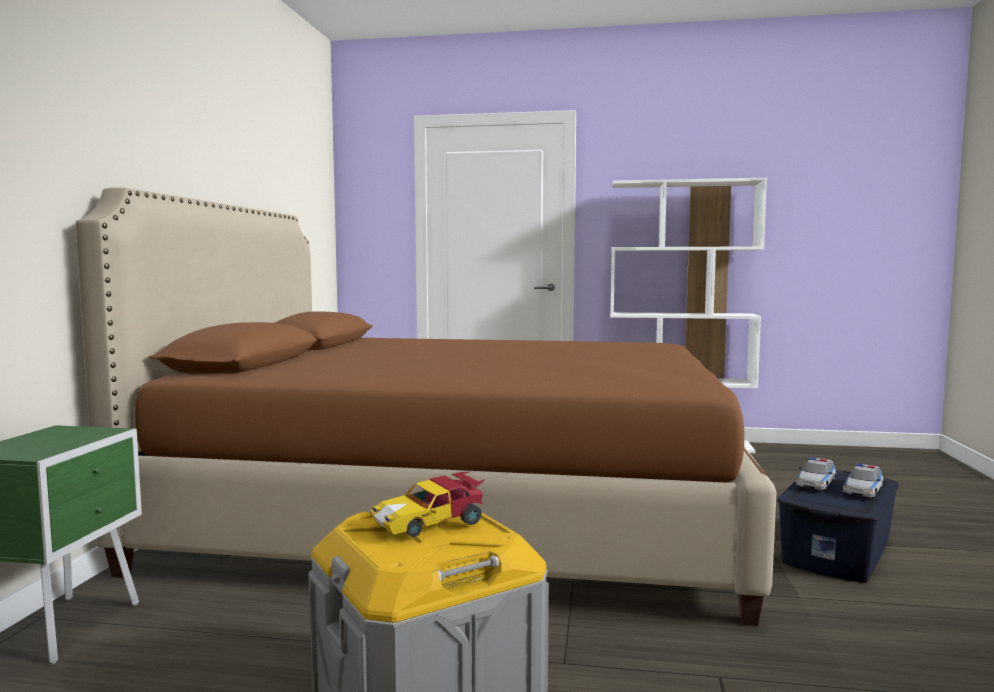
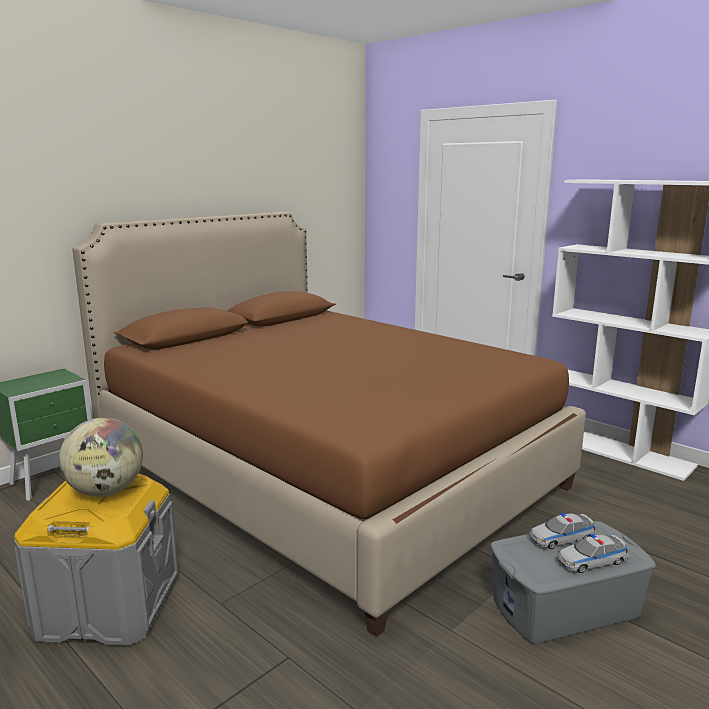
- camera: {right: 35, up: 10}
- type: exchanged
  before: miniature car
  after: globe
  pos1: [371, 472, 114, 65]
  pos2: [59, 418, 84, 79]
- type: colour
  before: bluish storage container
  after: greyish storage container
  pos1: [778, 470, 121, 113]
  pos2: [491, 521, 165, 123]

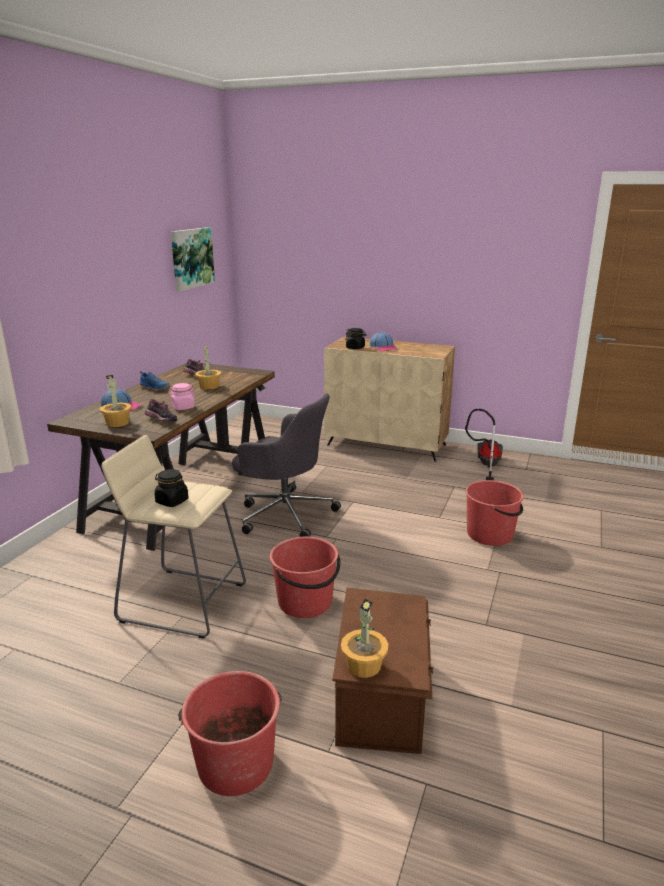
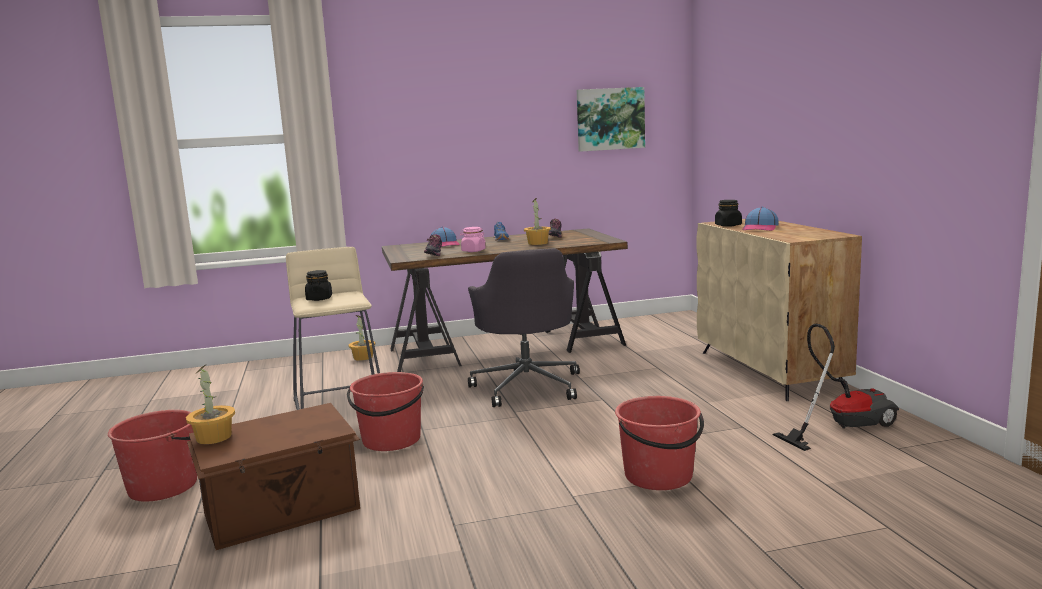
- camera: {right: 55, up: -10}
- type: relocated
  before: houseplant
  pos1: [100, 375, 32, 52]
  pos2: [348, 315, 27, 46]

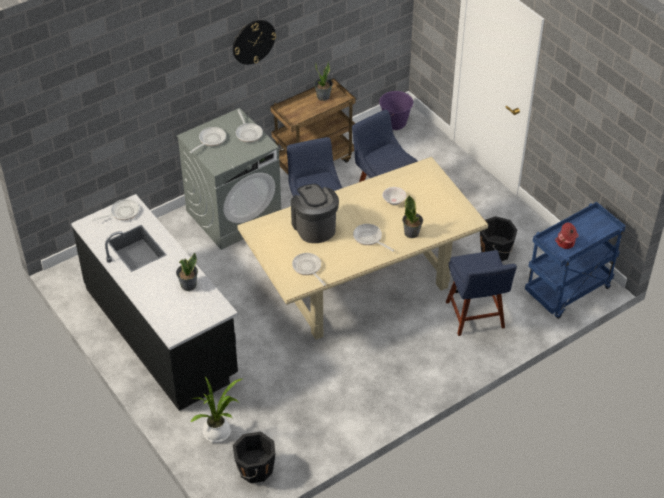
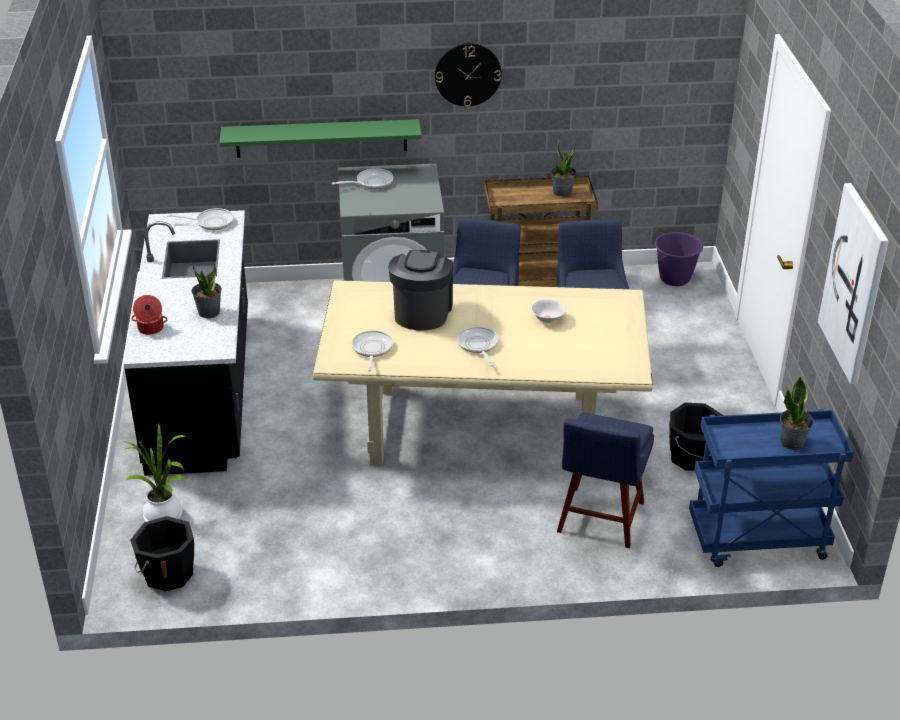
- camera: {right: 30, up: -10}
- type: relocated
  before: cooking pot
  pos1: [555, 223, 23, 26]
  pos2: [131, 295, 37, 40]
- type: appeared
  after: greenish bracket shelf
  pos2: [220, 119, 202, 39]
- type: relocated
  before: houseplant
  pos1: [402, 195, 21, 43]
  pos2: [780, 376, 34, 74]
- type: appeared
  after: picture
  pos2: [818, 183, 71, 201]
- type: missing
  before: frying pan
  pos1: [236, 109, 27, 33]

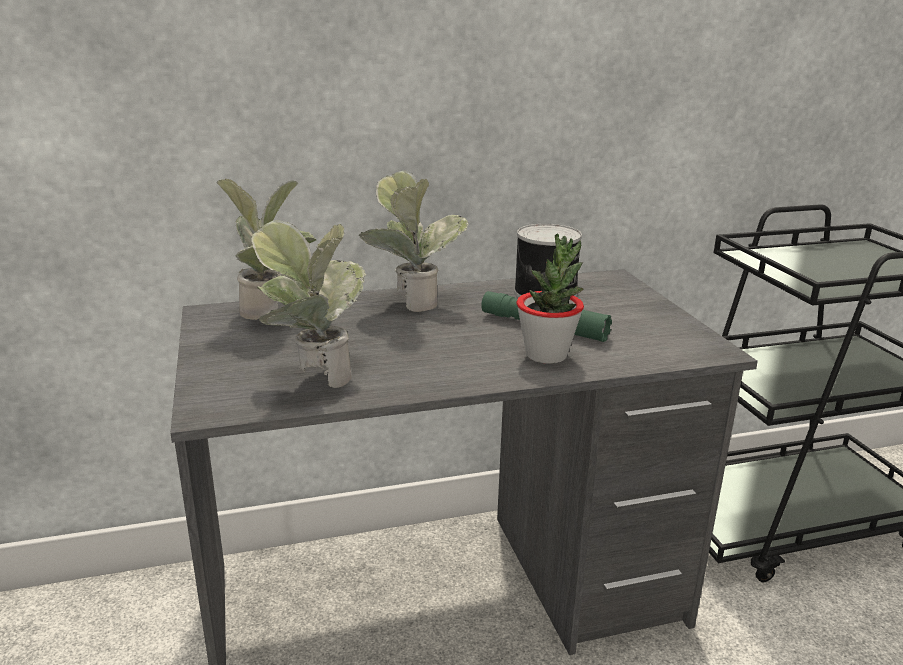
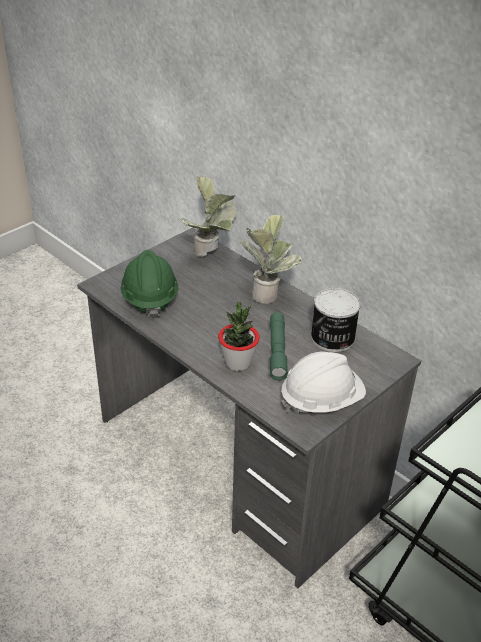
- camera: {right: 60, up: 15}
- type: exchanged
  before: houseplant
  after: greenish hard hat
  pos1: [251, 220, 115, 168]
  pos2: [120, 250, 58, 69]
- type: appeared
  after: white-coloured hard hat
  pos2: [281, 351, 85, 63]

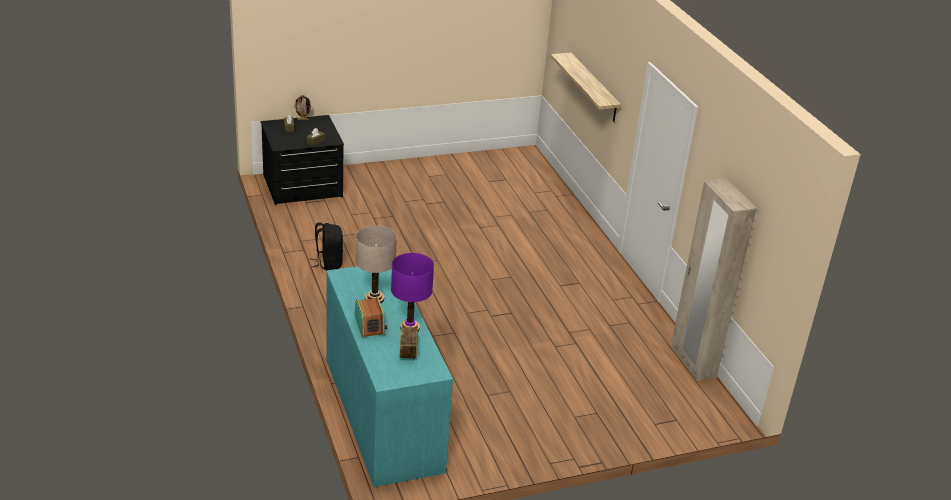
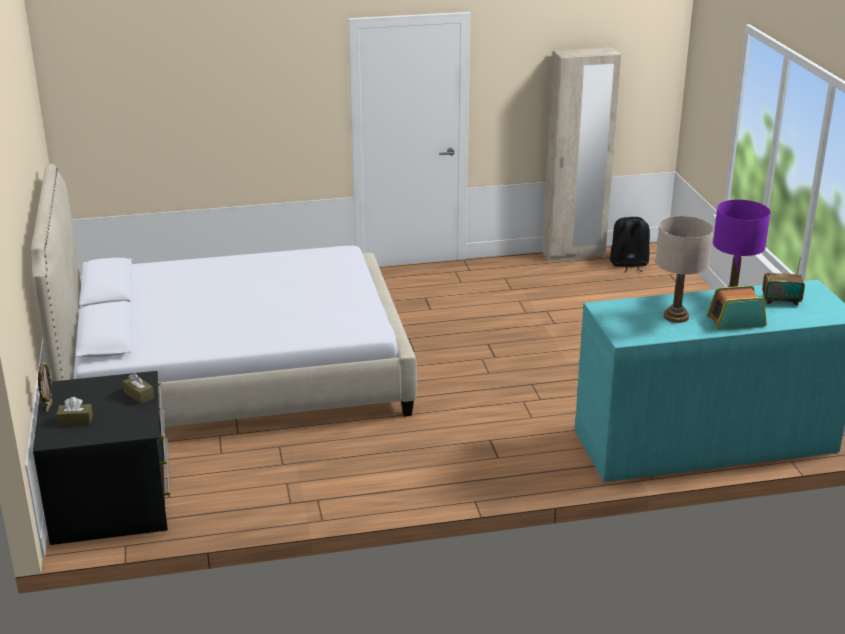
- camera: {right: -80, up: -5}
- type: appeared
  after: sleeping bed
  pos2: [31, 164, 386, 263]
- type: relocated
  before: black backpack
  pos1: [311, 222, 32, 49]
  pos2: [610, 217, 40, 56]
- type: missing
  before: bracket shelf
  pos1: [551, 53, 70, 68]

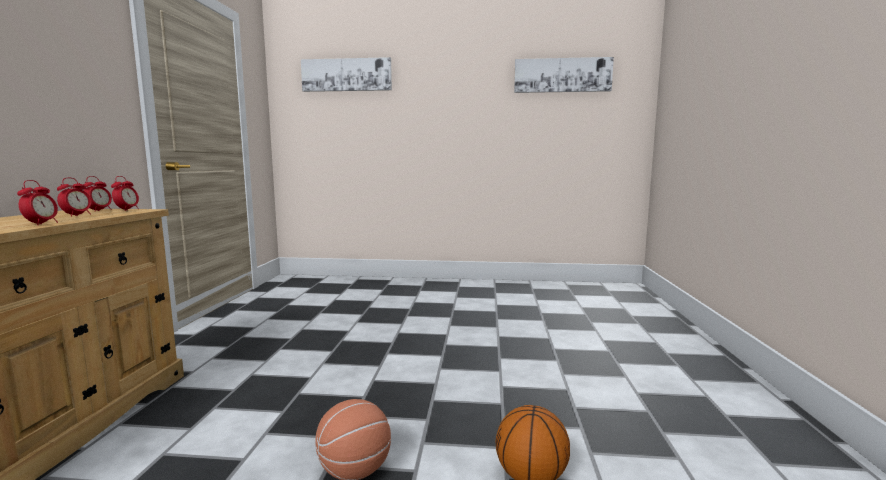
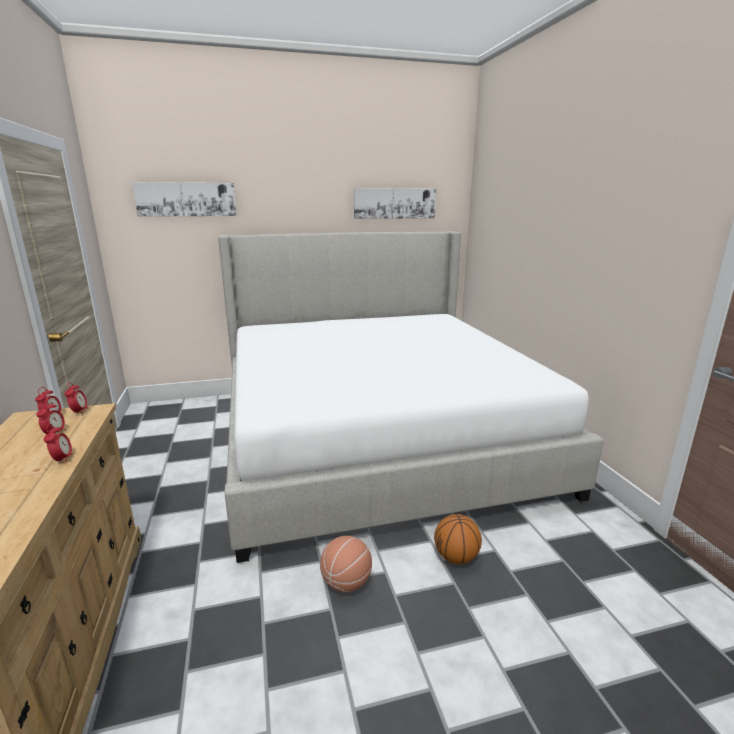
- camera: {right: -20, up: 10}
- type: appeared
  after: sleeping bed
  pos2: [218, 231, 386, 332]

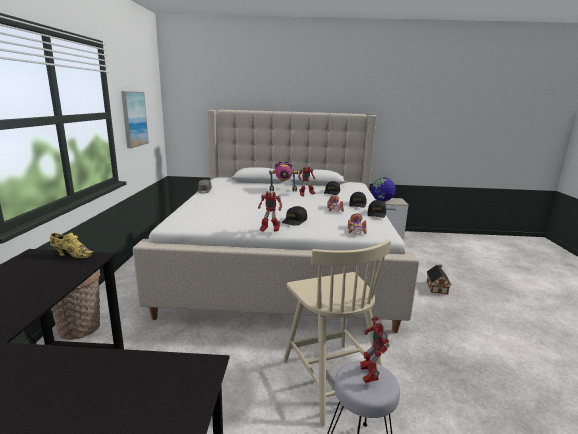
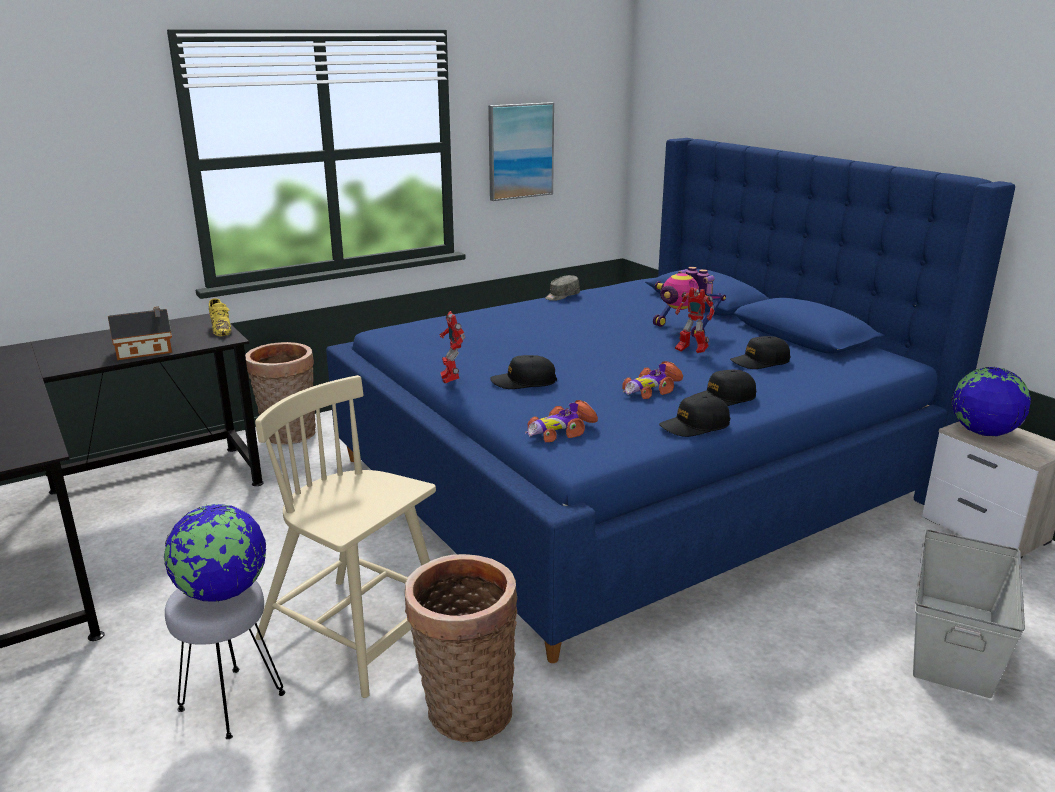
- camera: {right: 55, up: 5}
- type: relocated
  before: model house
  pos1: [427, 264, 24, 30]
  pos2: [108, 306, 64, 54]
- type: exchanged
  before: model robot
  after: globe
  pos1: [360, 316, 30, 67]
  pos2: [164, 504, 102, 98]
- type: spun
  before: beige-coloured upright chair
  pos1: [284, 240, 107, 186]
  pos2: [255, 375, 181, 323]
  turn: 90
- type: colour
  before: beige-coloured sleeping bed
  after: bluish sleeping bed
  pos1: [133, 110, 286, 223]
  pos2: [326, 138, 689, 525]
- type: appeared
  after: storage basket
  pos2: [405, 554, 112, 189]
- type: appeared
  after: greyish storage container
  pos2: [913, 529, 112, 169]

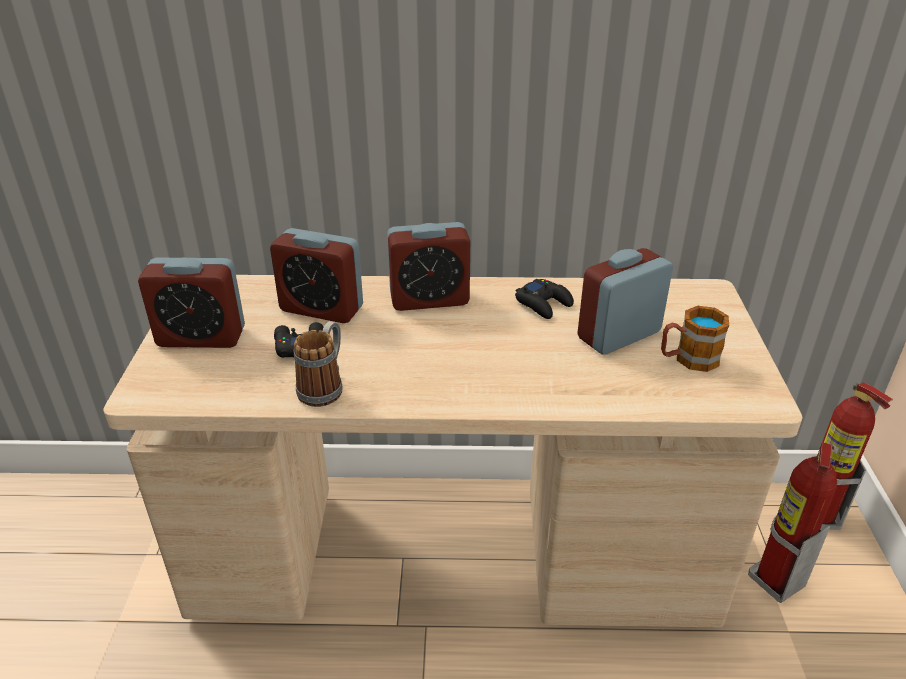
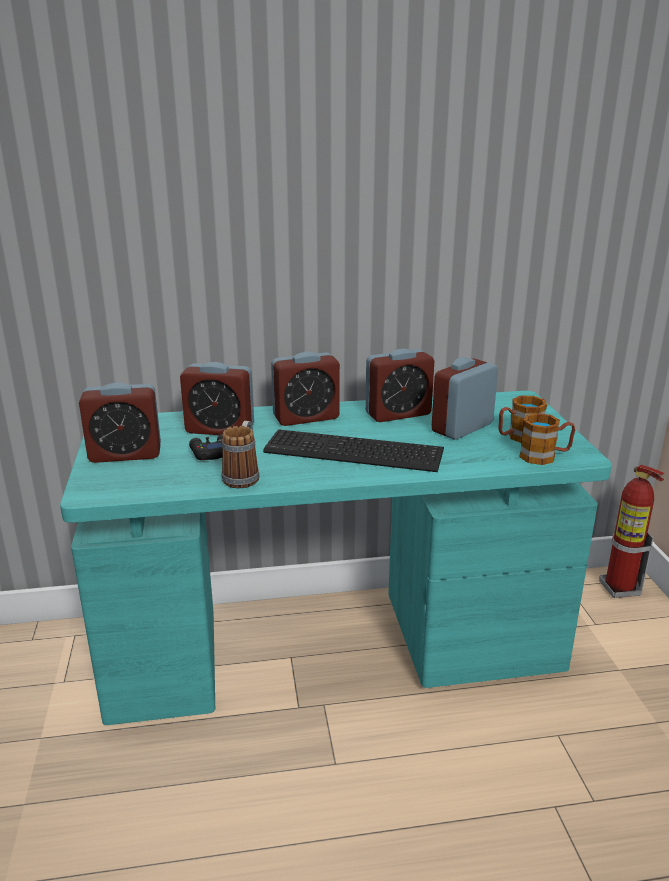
- camera: {right: -10, up: -10}
- type: colour
  before: beige-coloured desk unit
  after: blue-green desk unit
  pos1: [103, 275, 700, 352]
  pos2: [60, 391, 552, 334]
- type: appeared
  after: computer keyboard
  pos2: [263, 430, 181, 42]
- type: exchanged
  before: black gamepad
  after: table clock
  pos1: [515, 279, 59, 40]
  pos2: [365, 349, 69, 73]
- type: appeared
  after: mug
  pos2: [519, 413, 56, 52]
- type: missing
  before: extinguisher
  pos1: [748, 442, 89, 161]

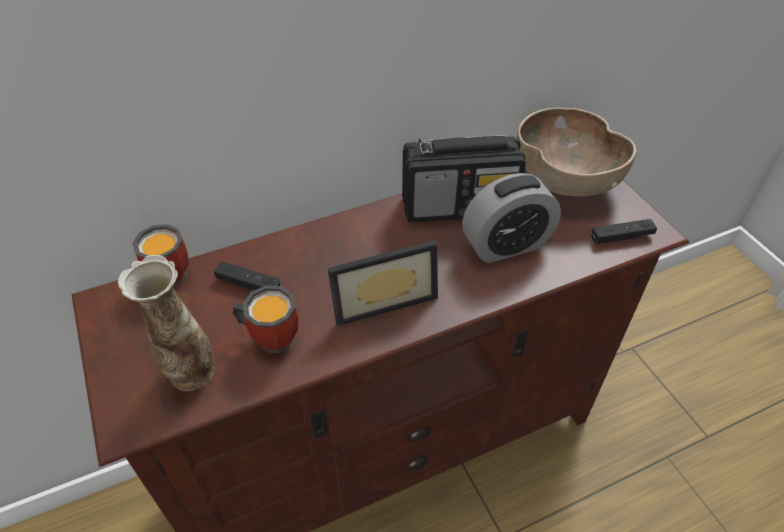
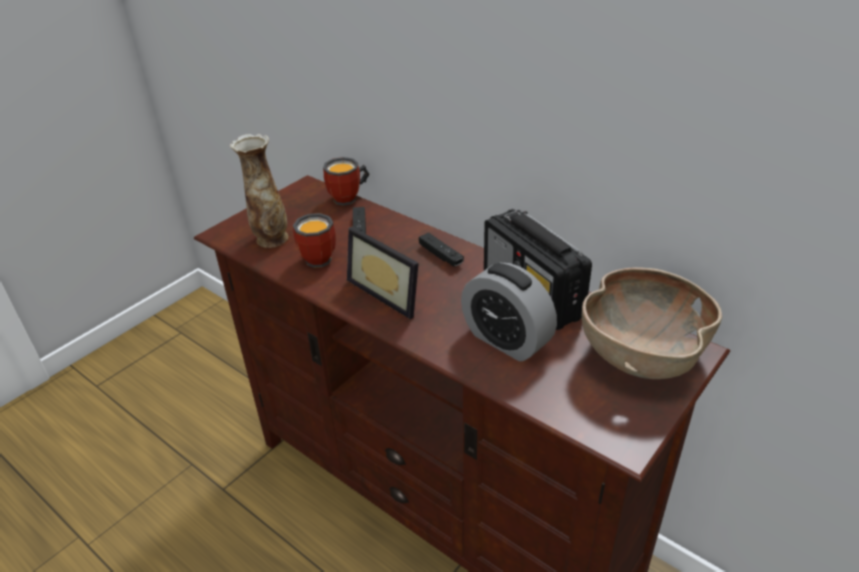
- camera: {right: 65, up: -10}
- type: relocated
  before: black gamepad
  pos1: [591, 219, 66, 25]
  pos2: [419, 232, 45, 35]

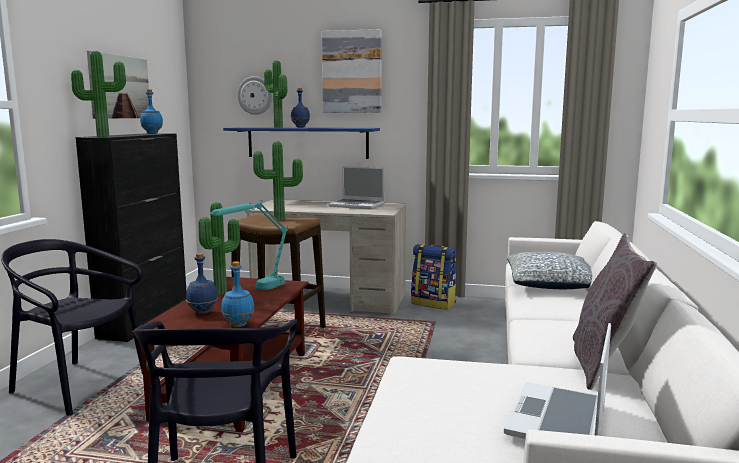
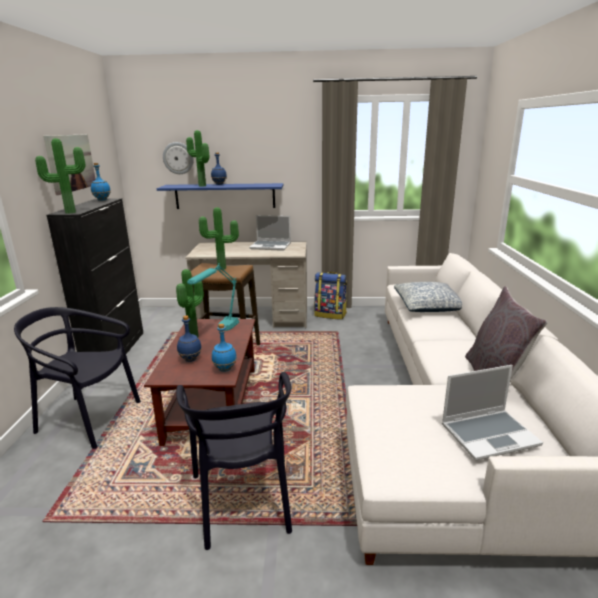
- camera: {right: -10, up: 10}
- type: spun
  before: portable computer
  pos1: [504, 323, 107, 116]
  pos2: [442, 365, 101, 96]
  turn: -120
- type: missing
  before: picture
  pos1: [322, 29, 60, 84]

